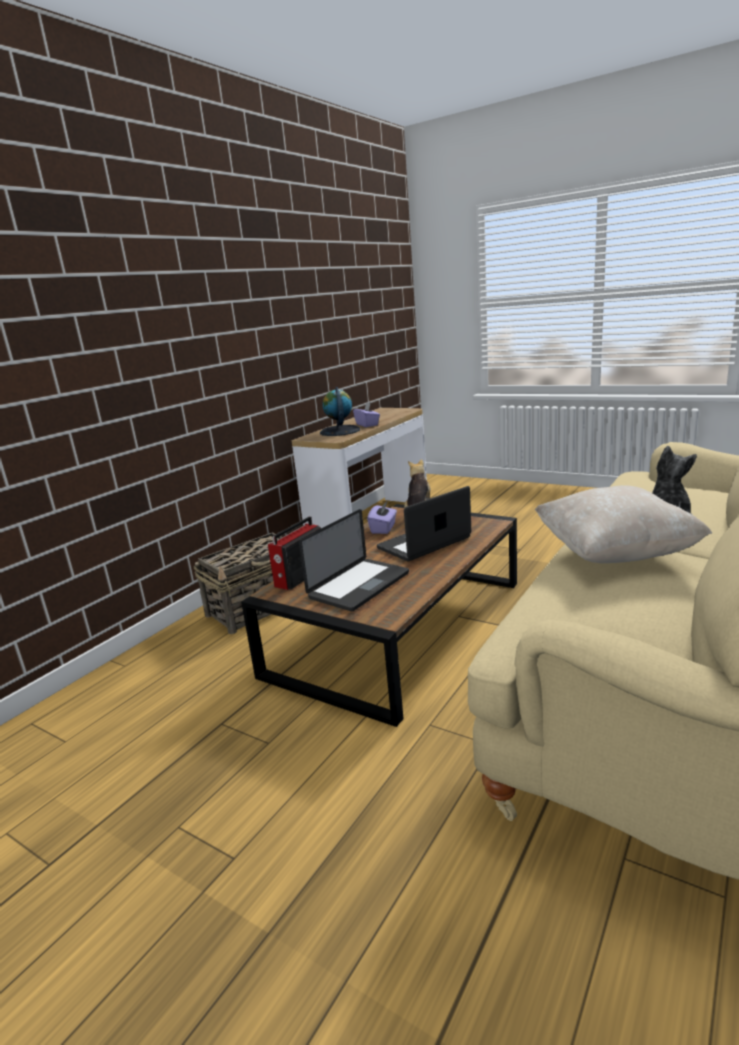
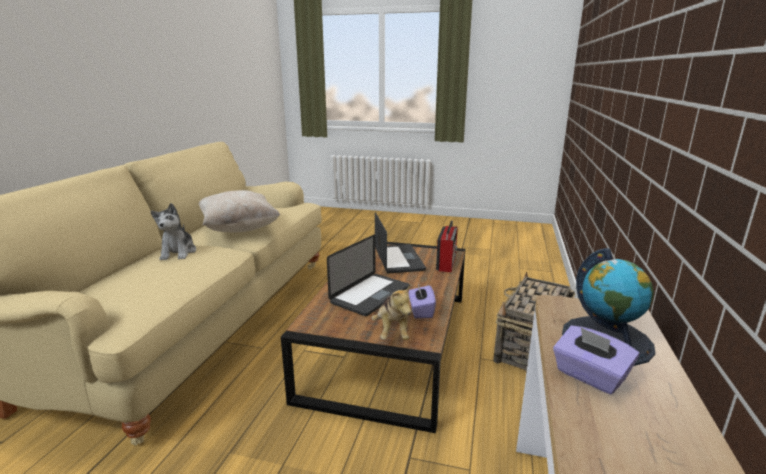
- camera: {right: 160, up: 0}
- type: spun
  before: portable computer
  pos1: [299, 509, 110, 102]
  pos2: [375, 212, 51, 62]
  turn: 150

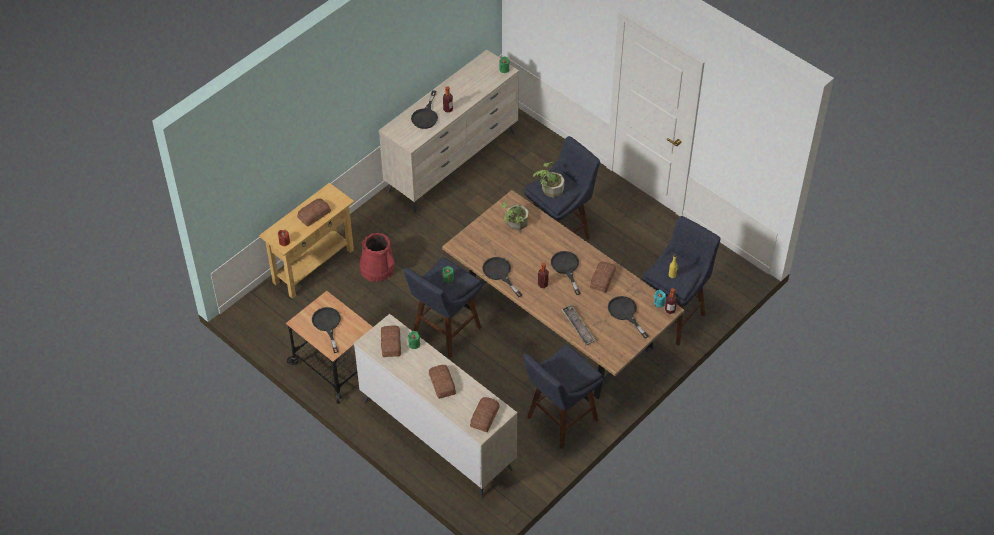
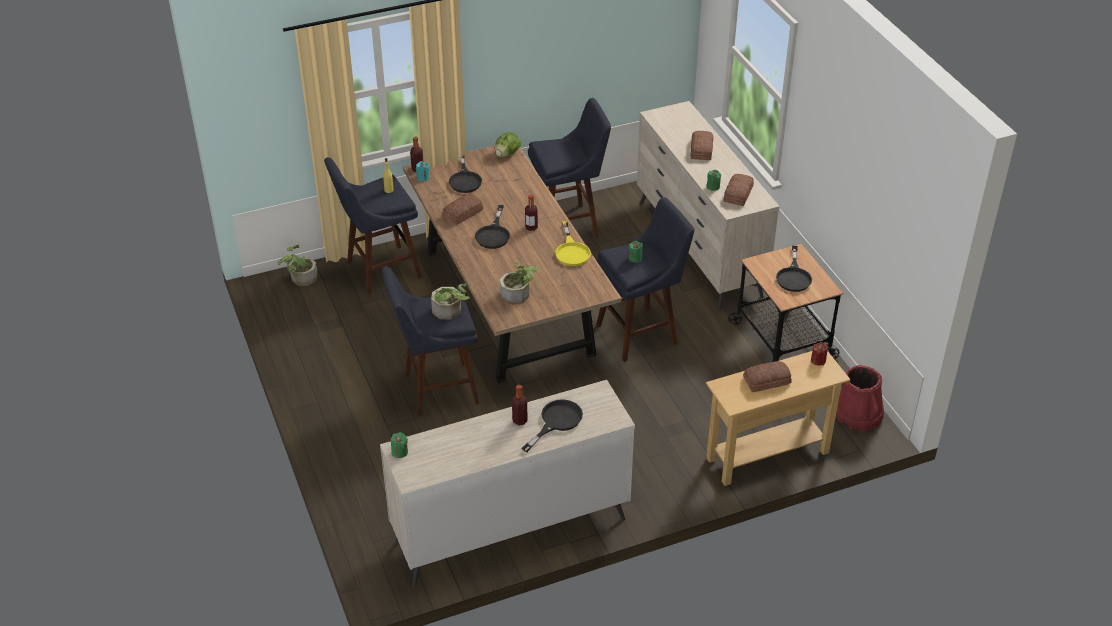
- camera: {right: -155, up: -10}
- type: appeared
  after: houseplant
  pos2: [277, 245, 41, 41]
- type: appeared
  after: head of lettuce
  pos2: [495, 132, 26, 25]
- type: colour
  before: black frying pan
  after: yellowish frying pan
  pos1: [482, 257, 40, 40]
  pos2: [555, 221, 36, 45]
- type: relocated
  before: red water bucket
  pos1: [359, 233, 36, 49]
  pos2: [836, 365, 48, 67]
- type: missing
  before: baked bread
  pos1: [470, 397, 30, 35]
- type: missing
  before: serving tray
  pos1: [561, 305, 35, 40]

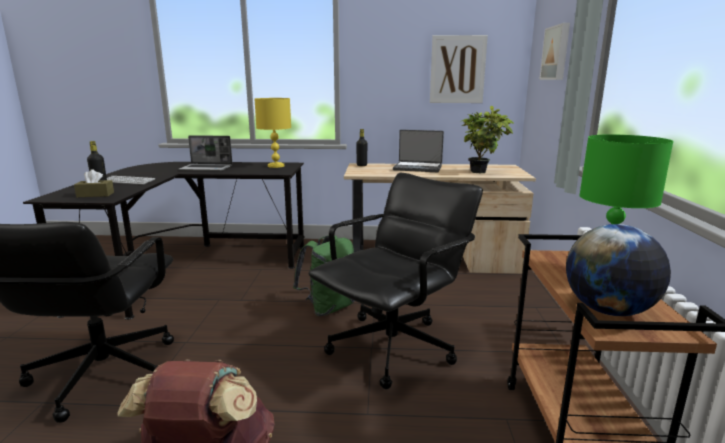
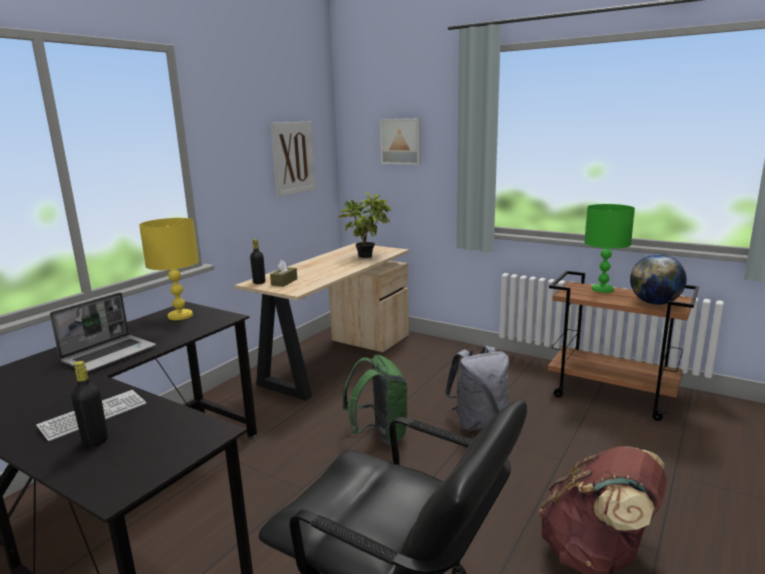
- camera: {right: -60, up: 0}
- type: relocated
  before: brown tissue box
  pos1: [74, 169, 40, 28]
  pos2: [270, 260, 27, 27]
- type: exchanged
  before: black office chair
  after: greyish backpack
  pos1: [308, 173, 175, 216]
  pos2: [445, 346, 64, 85]
- type: missing
  before: portable computer
  pos1: [393, 130, 51, 42]

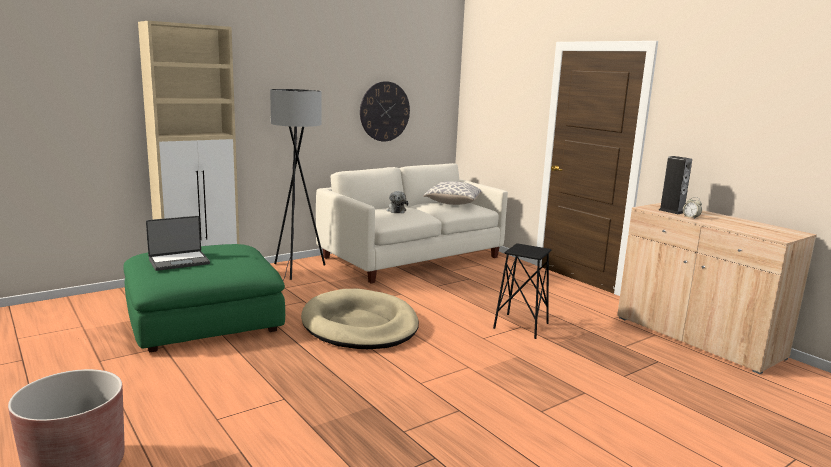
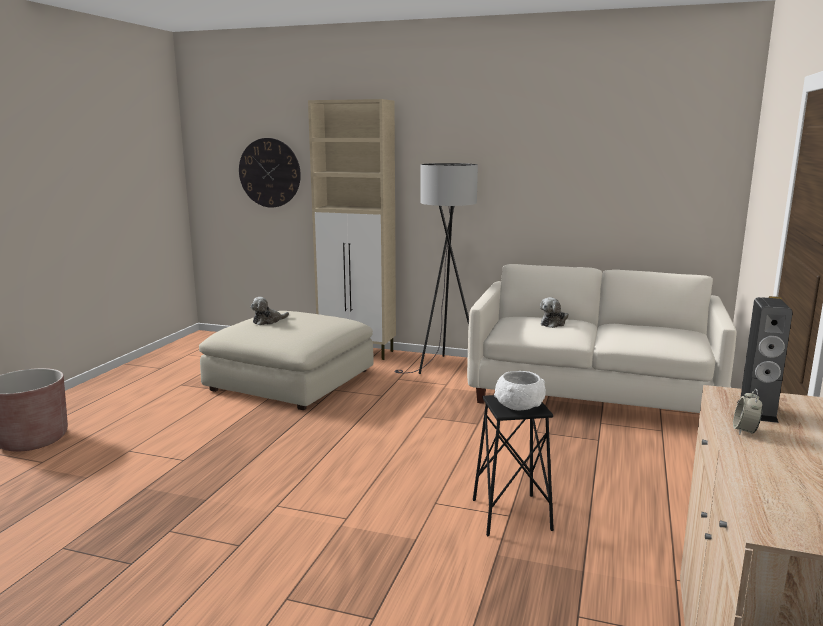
- camera: {right: 55, up: 0}
- type: colour
  before: greenish pouffe
  after: beige-coloured pouffe
  pos1: [123, 244, 162, 109]
  pos2: [199, 311, 175, 99]
- type: relocated
  before: clock on the wall
  pos1: [360, 81, 50, 61]
  pos2: [239, 138, 62, 70]
- type: exchanged
  before: portable computer
  after: cuddly toy
  pos1: [146, 216, 64, 55]
  pos2: [251, 297, 38, 28]
- type: appeared
  after: white-coloured serving bowl
  pos2: [494, 371, 52, 39]
- type: missing
  before: beige-coloured dog cushion
  pos1: [301, 289, 118, 60]
- type: missing
  before: pillow
  pos1: [423, 181, 58, 24]

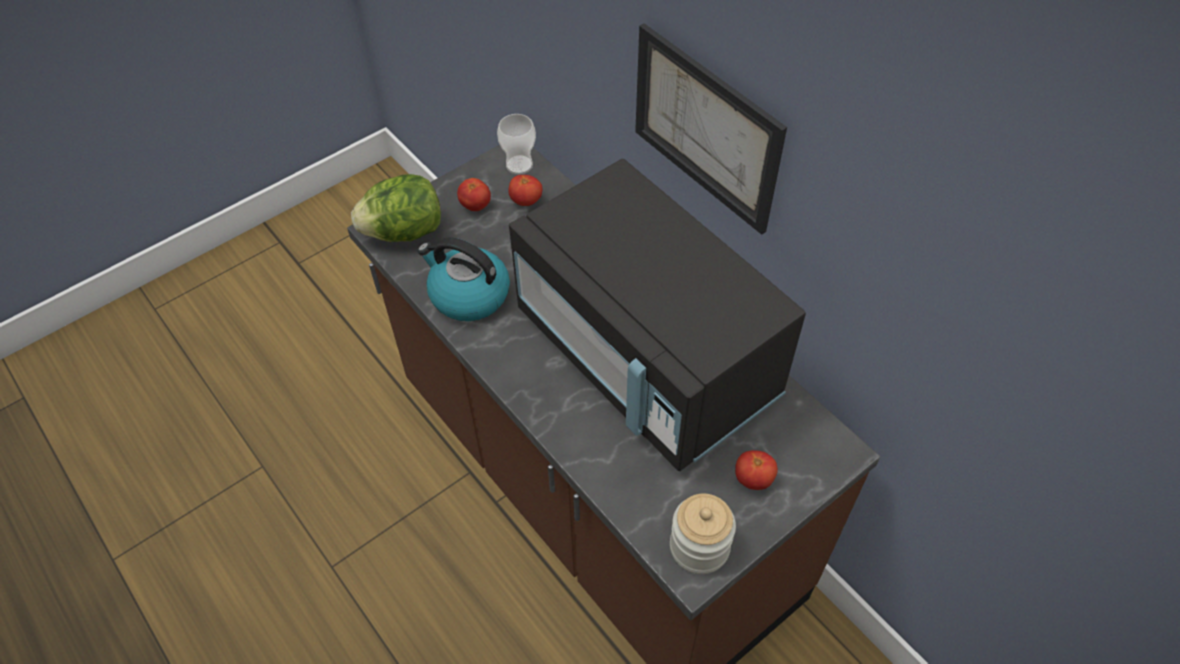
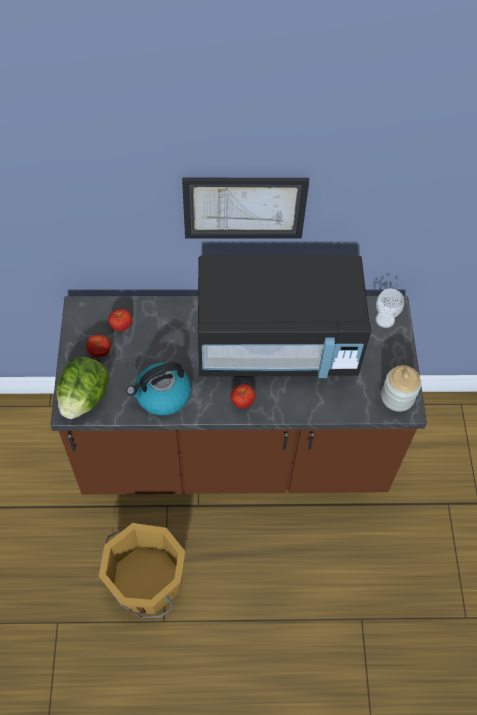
- camera: {right: -55, up: 5}
- type: appeared
  after: orangey water bucket
  pos2: [99, 523, 86, 95]
- type: relocated
  before: tomato
  pos1: [735, 450, 43, 40]
  pos2: [230, 384, 25, 24]
- type: relocated
  before: small cup
  pos1: [497, 114, 39, 60]
  pos2: [375, 289, 29, 39]

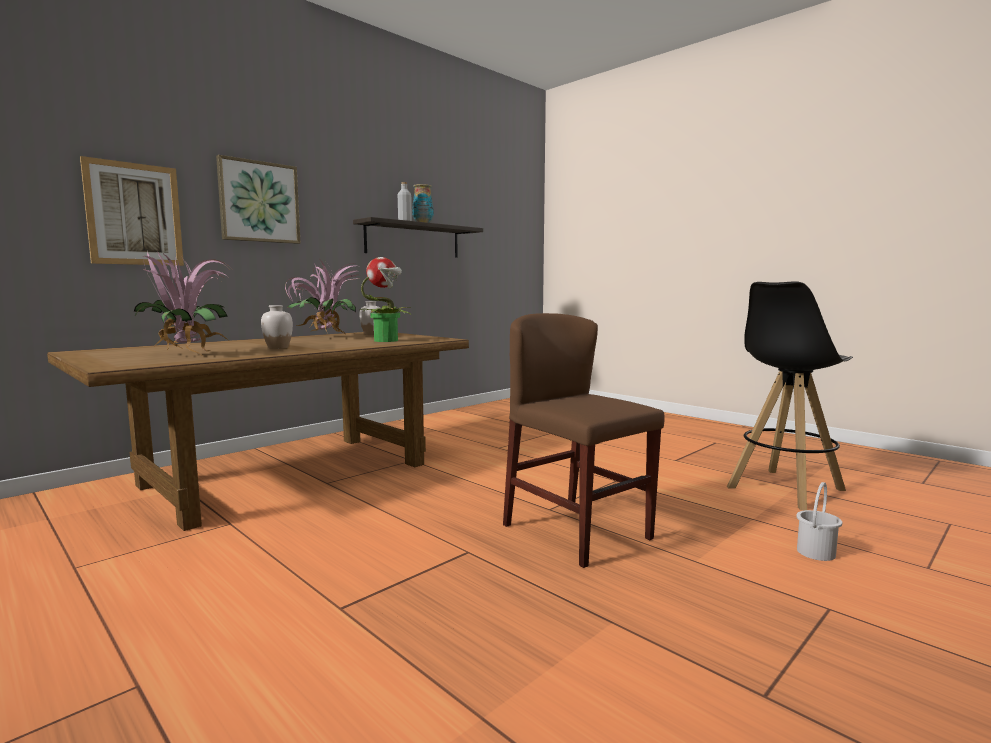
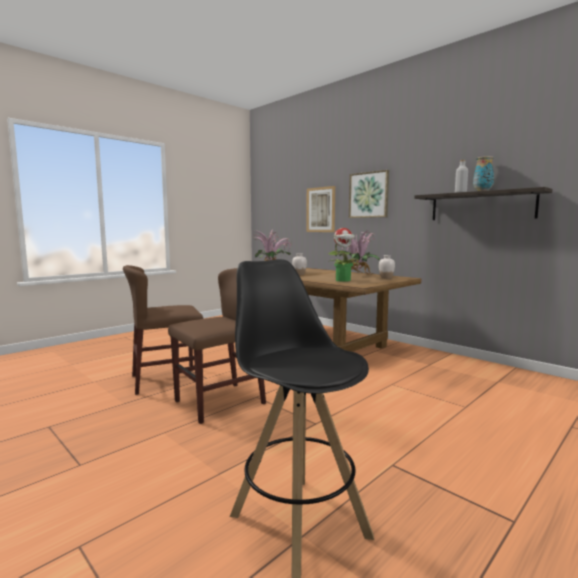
- camera: {right: 90, up: 0}
- type: appeared
  after: brown upright chair
  pos2: [123, 265, 80, 130]
- type: missing
  before: white-coloured water bucket
  pos1: [796, 482, 47, 79]

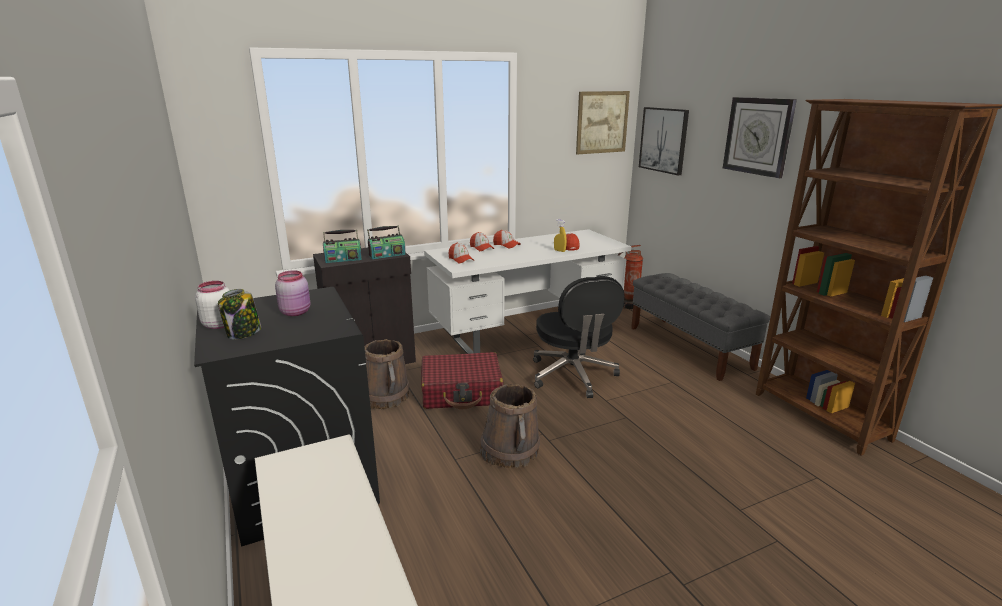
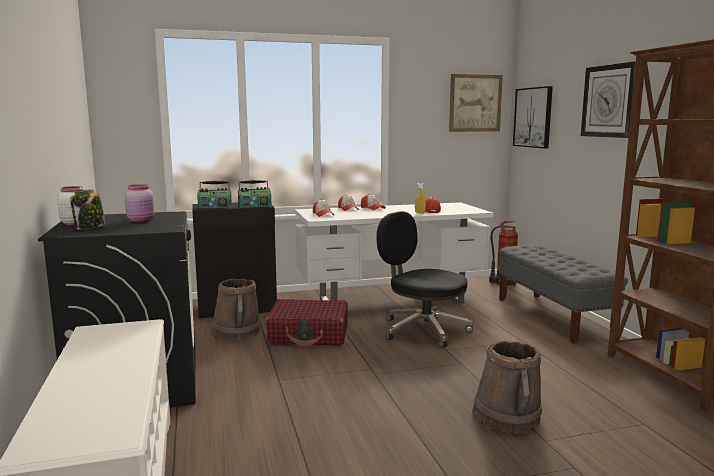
- camera: {right: 10, up: -10}
- type: spun
  before: black office chair
  pos1: [533, 276, 92, 122]
  pos2: [376, 211, 97, 137]
  turn: 135
- type: relocated
  before: brown water bucket
  pos1: [480, 384, 60, 84]
  pos2: [472, 341, 70, 93]

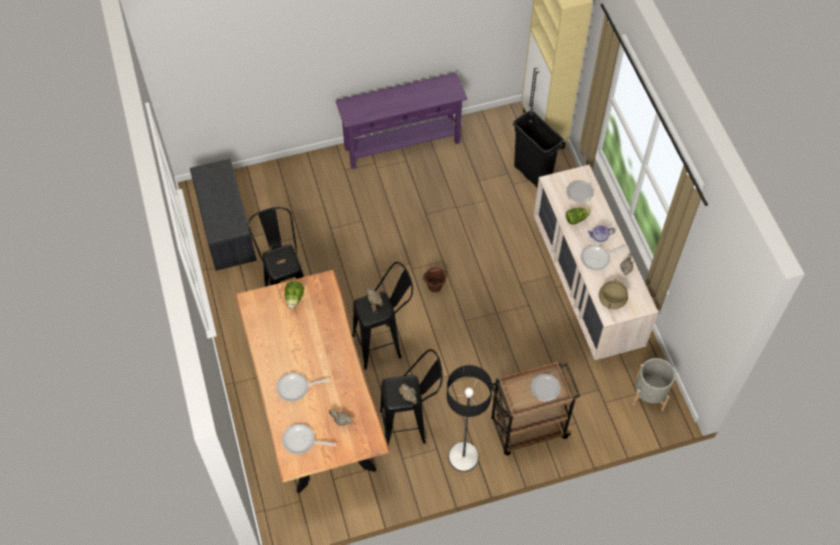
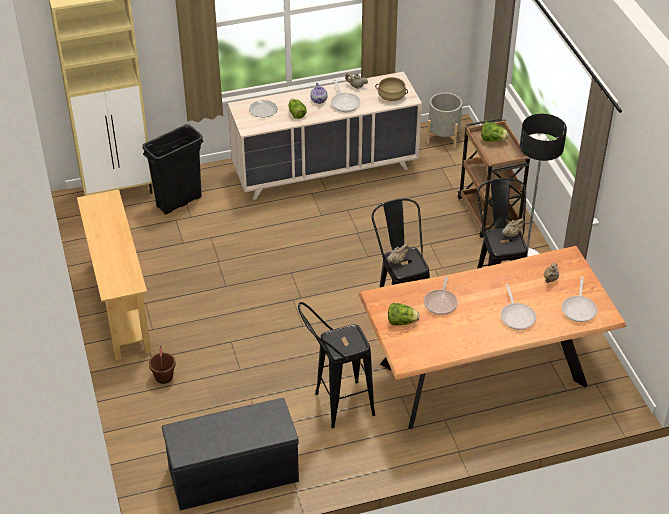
- camera: {right: -90, up: -15}
- type: colour
  before: purple console table
  after: beige-coloured console table
  pos1: [335, 72, 133, 97]
  pos2: [77, 190, 74, 170]
- type: relocated
  before: brown water bucket
  pos1: [423, 267, 24, 25]
  pos2: [149, 346, 27, 38]
- type: appeared
  after: frying pan
  pos2: [424, 277, 33, 38]
- type: exchanged
  before: dinner plate
  after: head of lettuce
  pos1: [530, 374, 31, 28]
  pos2: [481, 122, 28, 20]

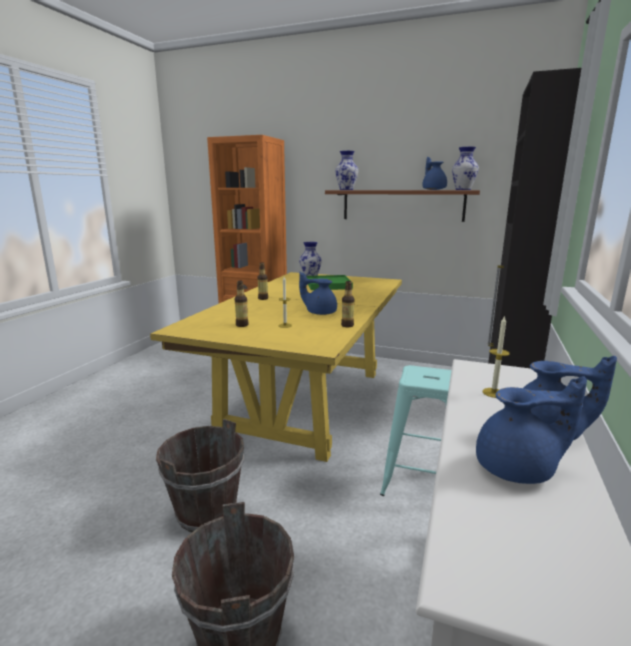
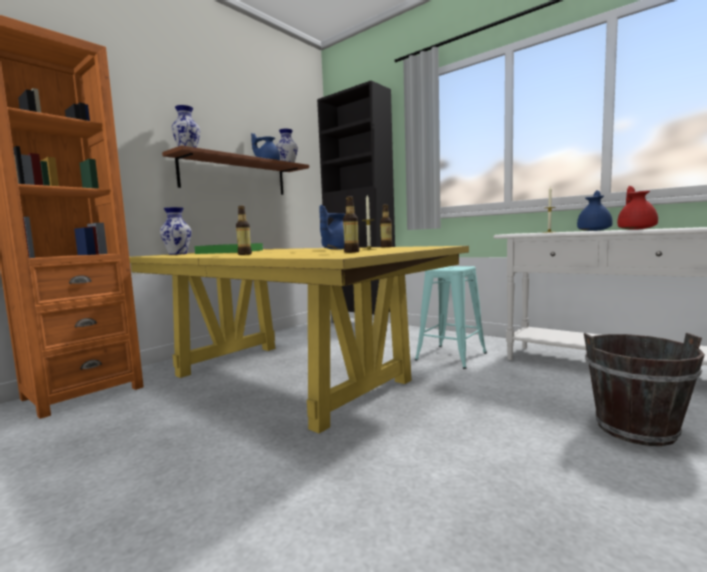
- camera: {right: -70, up: -10}
- type: colour
  before: bluish teapot
  after: red teapot
  pos1: [476, 376, 111, 108]
  pos2: [617, 186, 41, 44]
- type: missing
  before: brown water bucket
  pos1: [156, 419, 88, 113]

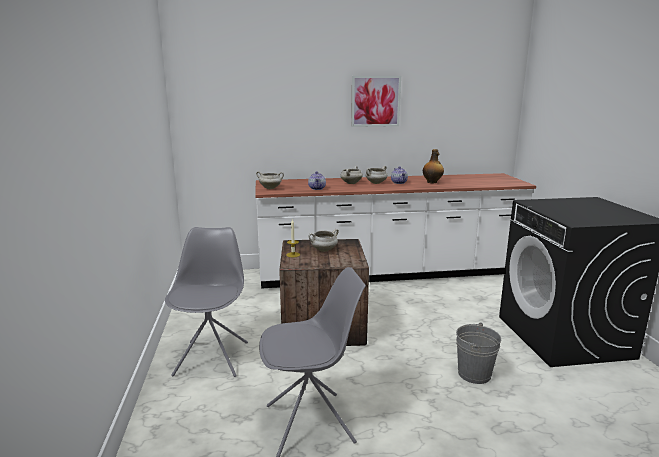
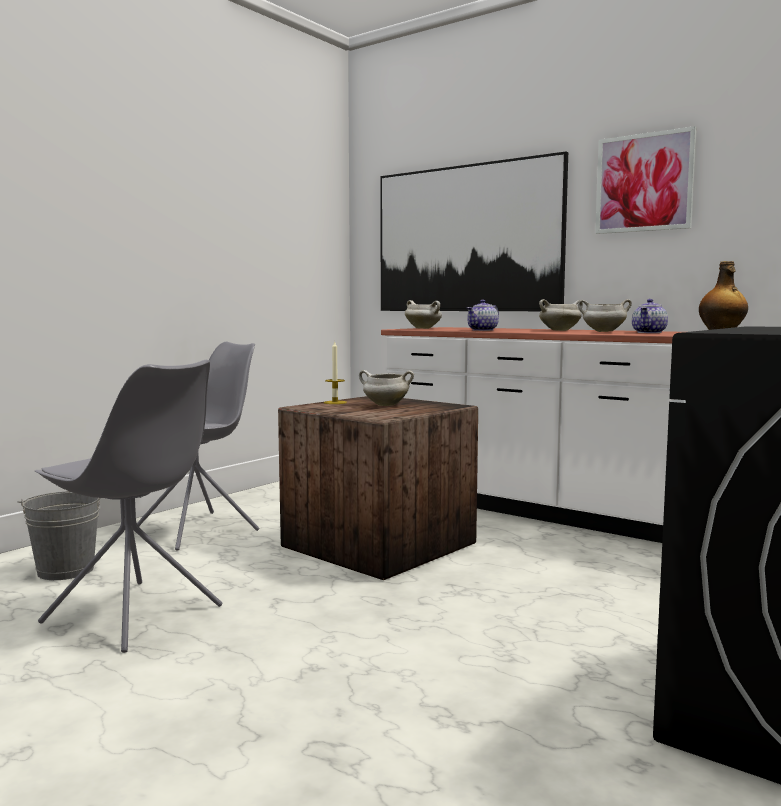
- camera: {right: 45, up: -10}
- type: relocated
  before: greyish water bucket
  pos1: [456, 322, 45, 62]
  pos2: [17, 491, 84, 89]
- type: appeared
  after: picture
  pos2: [380, 151, 188, 160]

